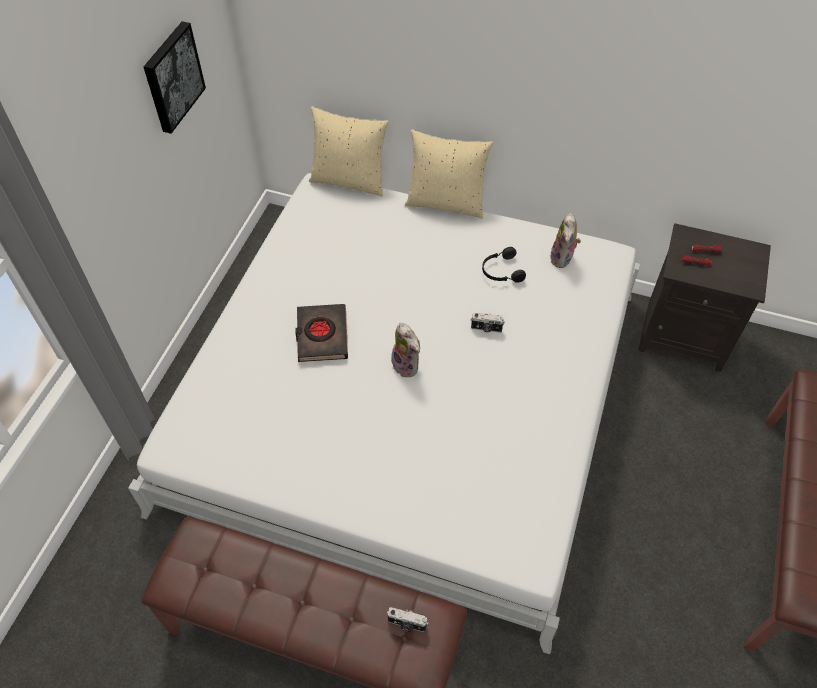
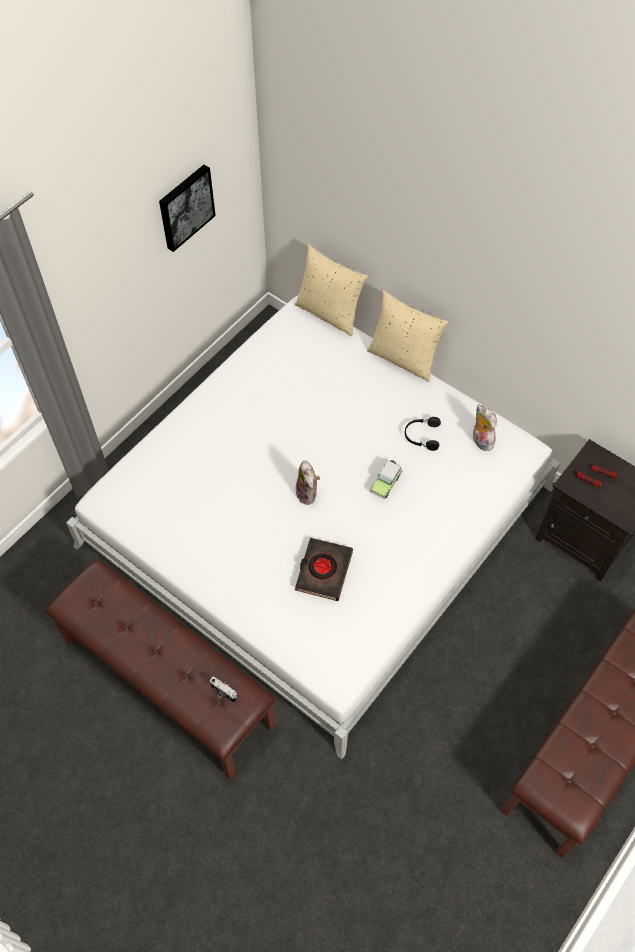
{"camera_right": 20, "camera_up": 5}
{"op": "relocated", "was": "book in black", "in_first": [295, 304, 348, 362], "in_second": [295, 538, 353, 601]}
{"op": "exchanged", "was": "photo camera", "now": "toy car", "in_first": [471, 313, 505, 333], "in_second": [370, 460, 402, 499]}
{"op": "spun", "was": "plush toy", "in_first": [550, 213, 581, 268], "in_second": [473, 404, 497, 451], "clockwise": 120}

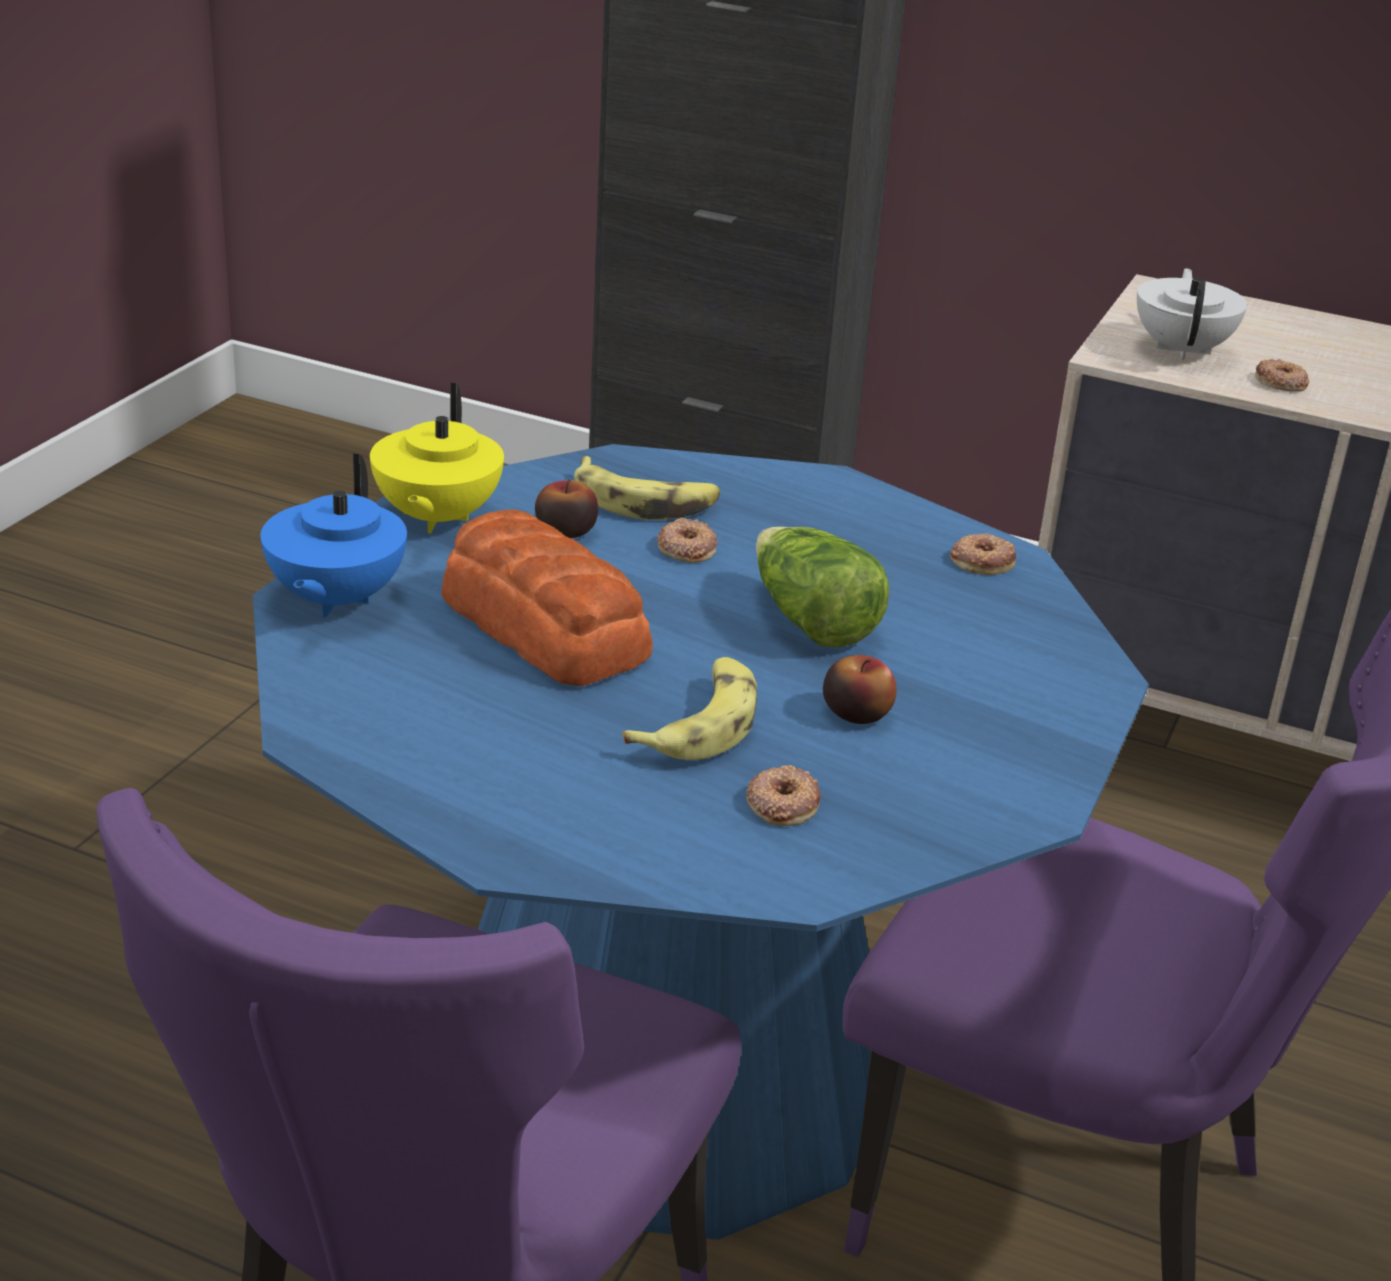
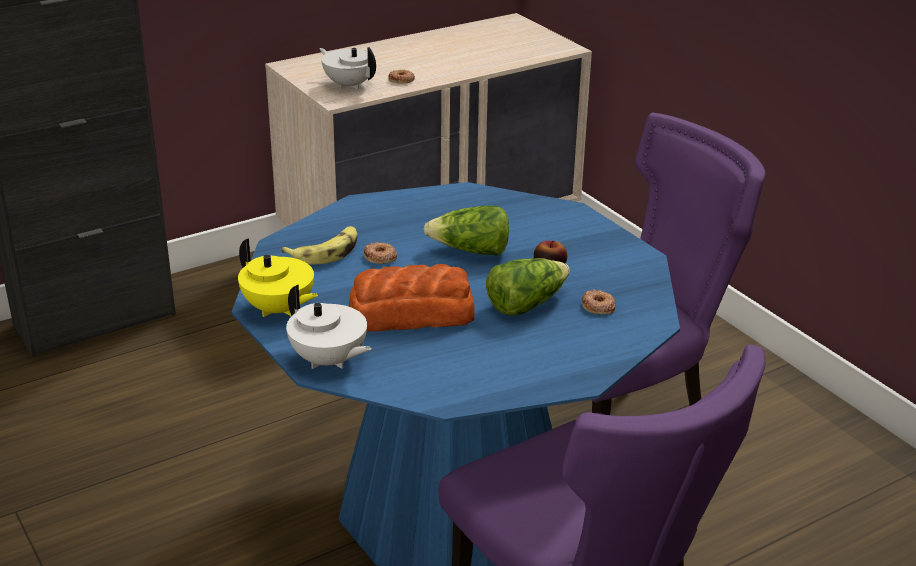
{"camera_right": -55, "camera_up": 0}
{"op": "missing", "was": "apple", "in_first": [535, 479, 598, 538]}
{"op": "missing", "was": "donut", "in_first": [950, 532, 1016, 575]}
{"op": "exchanged", "was": "banana", "now": "lettuce", "in_first": [622, 657, 757, 760], "in_second": [486, 258, 570, 316]}
{"op": "colour", "was": "teapot in blue", "now": "teapot in white", "in_first": [260, 453, 407, 617], "in_second": [286, 284, 372, 369]}

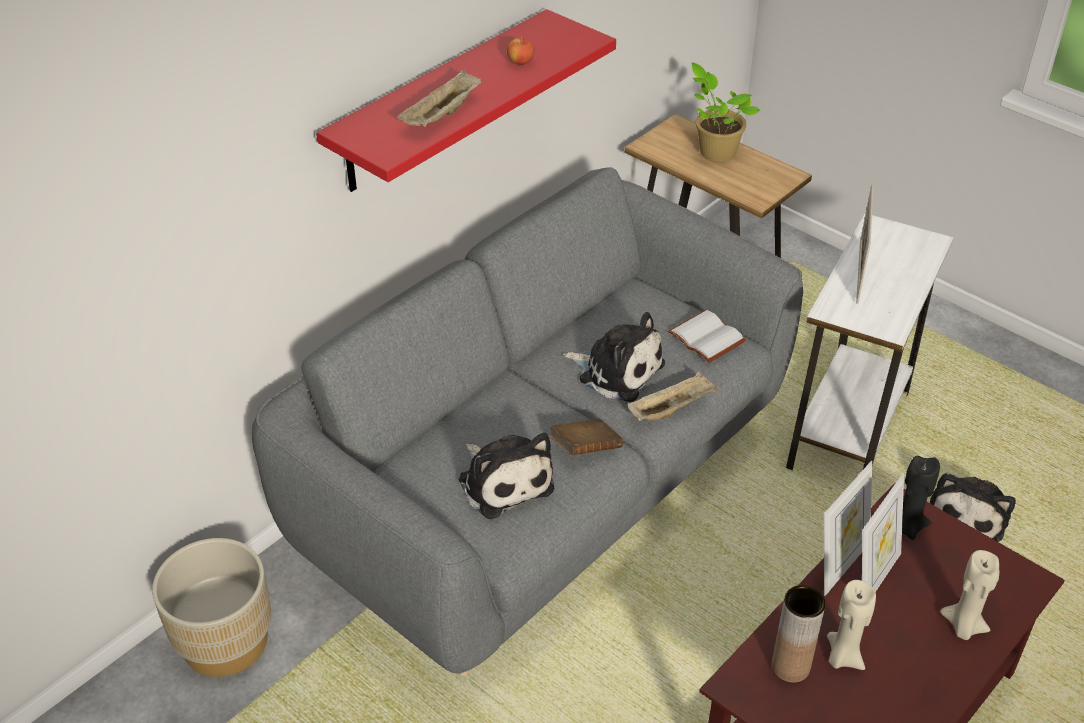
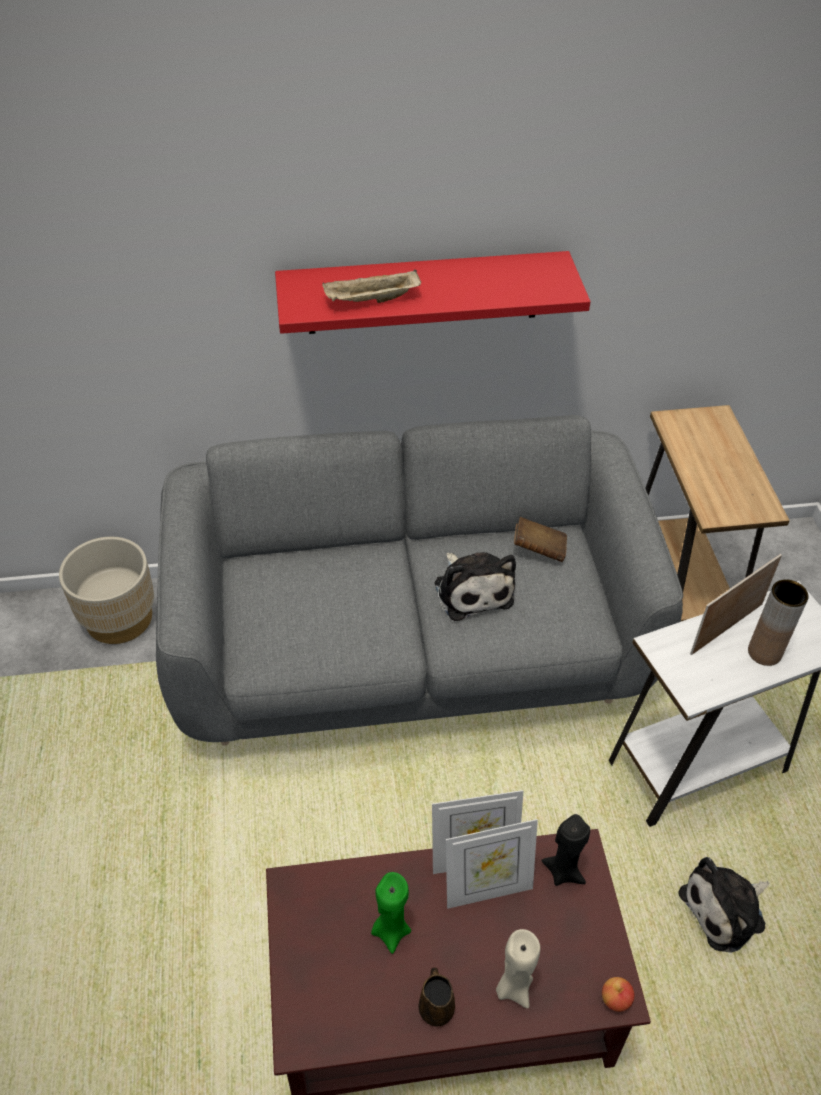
{"camera_right": 40, "camera_up": 5}
{"op": "missing", "was": "plush toy", "in_first": [459, 432, 554, 520]}
{"op": "missing", "was": "tray in beige", "in_first": [628, 372, 720, 421]}
{"op": "missing", "was": "book in white", "in_first": [668, 310, 747, 363]}
{"op": "missing", "was": "potted plant", "in_first": [691, 62, 760, 162]}
{"op": "appeared", "now": "mug in brown", "in_second": [418, 967, 455, 1026]}
{"op": "relocated", "was": "apple", "in_first": [507, 36, 535, 65], "in_second": [602, 977, 634, 1012]}
{"op": "relocated", "was": "book in brown", "in_first": [549, 419, 623, 455], "in_second": [514, 517, 567, 562]}
{"op": "relocated", "was": "vase in brown", "in_first": [772, 585, 825, 683], "in_second": [748, 579, 809, 666]}
{"op": "colour", "was": "candle in beige", "now": "candle in green", "in_first": [827, 580, 876, 670], "in_second": [371, 872, 411, 954]}

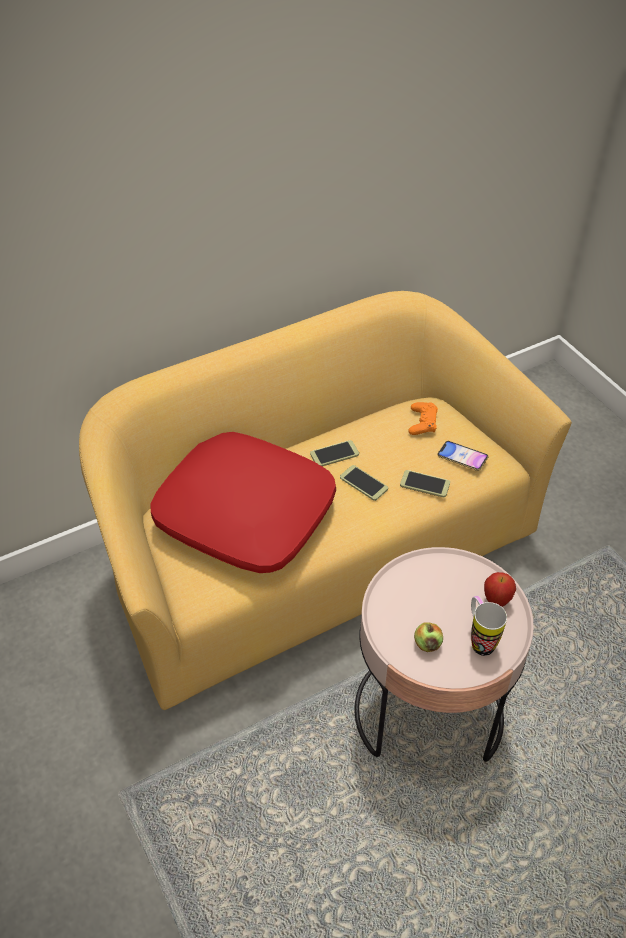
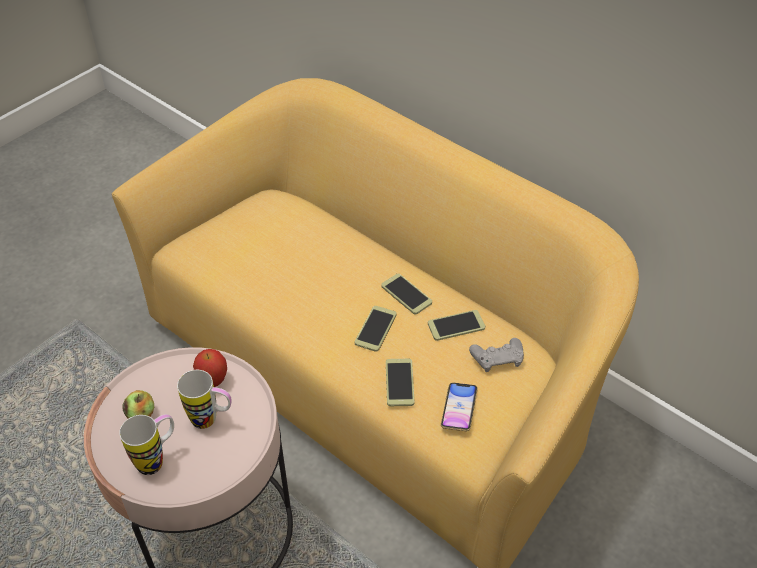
{"camera_right": 70, "camera_up": 0}
{"op": "missing", "was": "pillow in red", "in_first": [150, 432, 336, 573]}
{"op": "appeared", "now": "mug", "in_second": [177, 370, 232, 429]}
{"op": "appeared", "now": "phone", "in_second": [428, 310, 485, 341]}
{"op": "relocated", "was": "apple", "in_first": [484, 572, 516, 607], "in_second": [193, 349, 227, 387]}
{"op": "colour", "was": "game controller in orange", "now": "game controller in grey", "in_first": [408, 402, 438, 435], "in_second": [469, 338, 524, 372]}

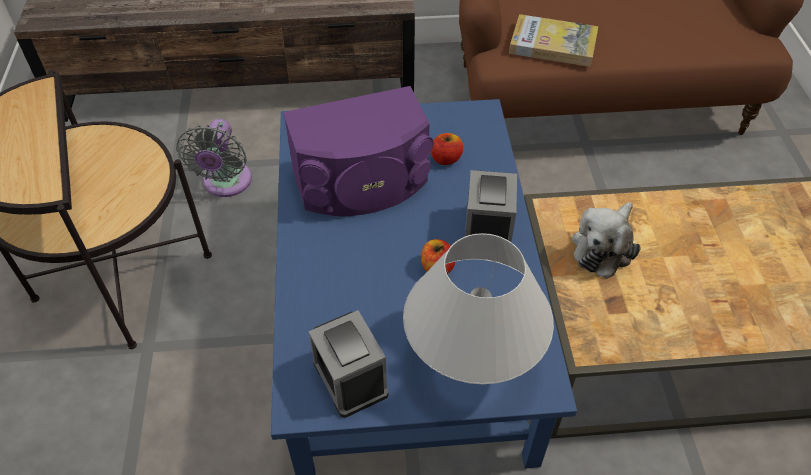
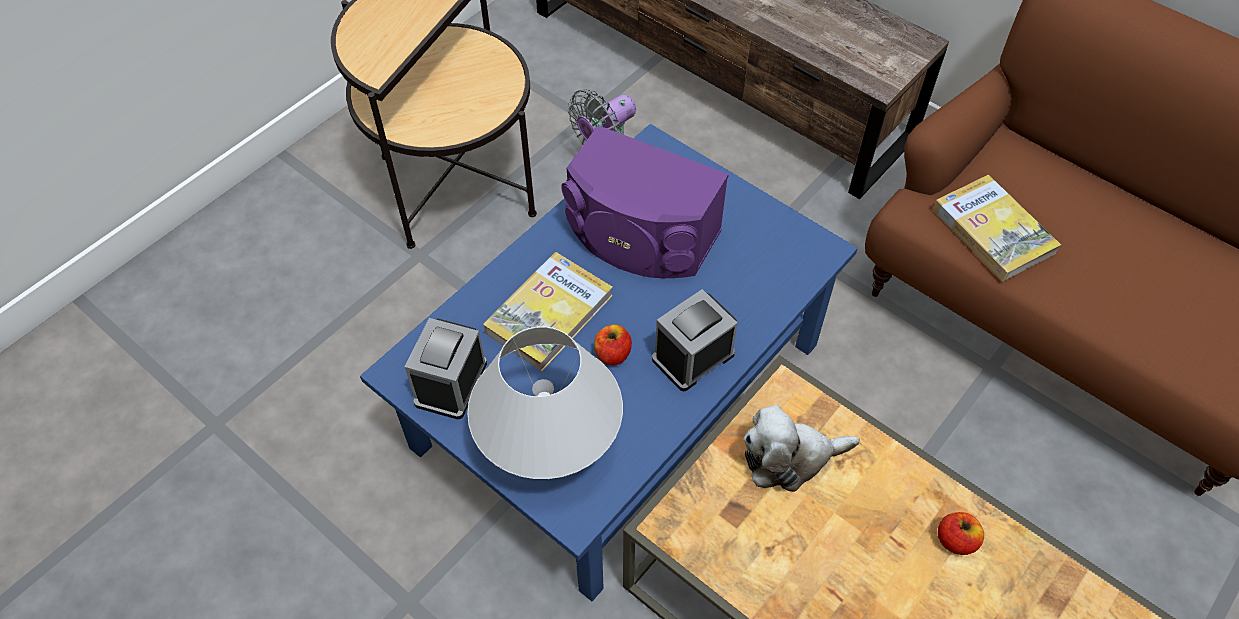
{"camera_right": 45, "camera_up": 5}
{"op": "appeared", "now": "book", "in_second": [483, 252, 613, 371]}
{"op": "relocated", "was": "apple", "in_first": [431, 133, 463, 165], "in_second": [938, 512, 984, 555]}

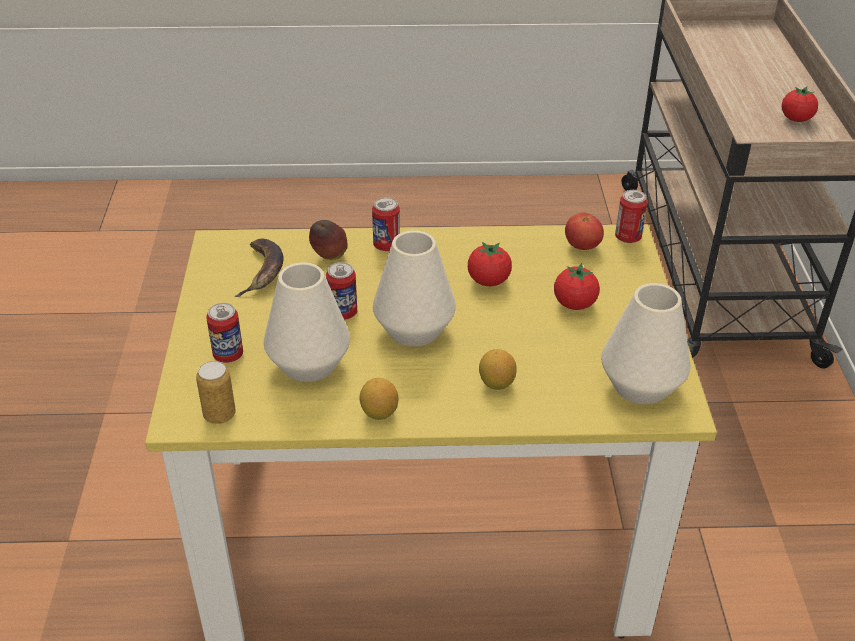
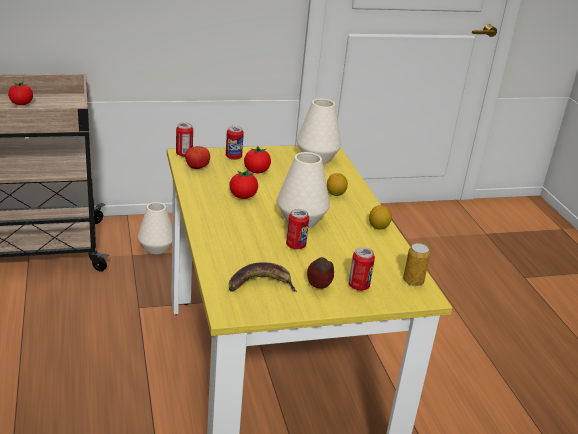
{"camera_right": -105, "camera_up": -10}
{"op": "relocated", "was": "vase in white", "in_first": [264, 262, 350, 382], "in_second": [138, 202, 172, 254]}
{"op": "relocated", "was": "apple", "in_first": [309, 220, 347, 260], "in_second": [307, 257, 334, 289]}
{"op": "relocated", "was": "can", "in_first": [372, 197, 400, 251], "in_second": [226, 126, 244, 160]}

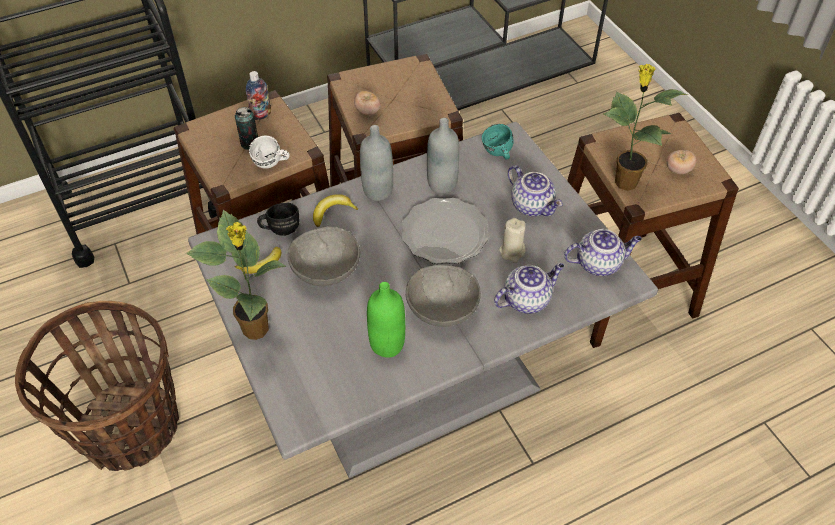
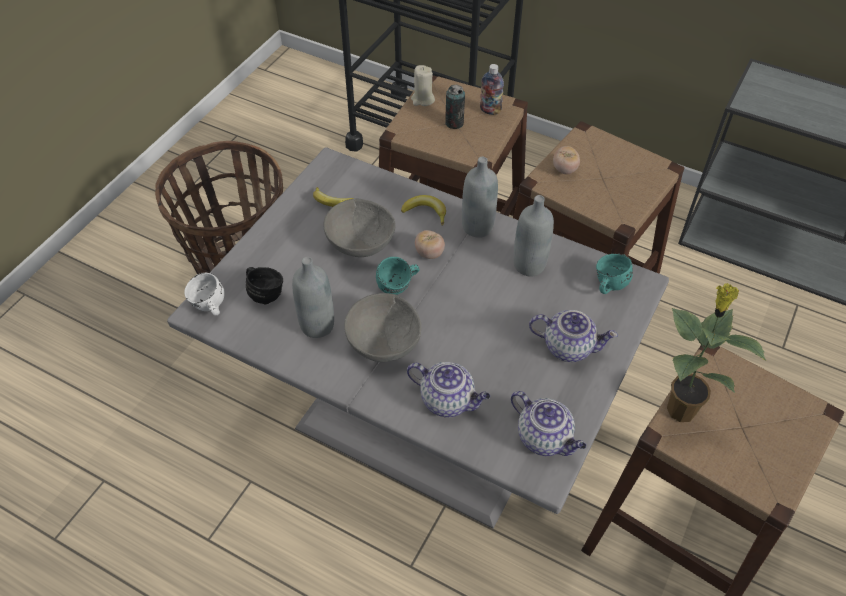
{"camera_right": 55, "camera_up": 0}
{"op": "missing", "was": "potted plant", "in_first": [186, 210, 287, 340]}
{"op": "missing", "was": "plate", "in_first": [402, 198, 489, 264]}
{"op": "appeared", "now": "mug in turquoise", "in_second": [376, 257, 419, 295]}
{"op": "relocated", "was": "mug in white", "in_first": [249, 135, 290, 168], "in_second": [184, 273, 225, 316]}
{"op": "relocated", "was": "mug in black", "in_first": [257, 203, 300, 236], "in_second": [246, 267, 283, 304]}
{"op": "relocated", "was": "candle in beige", "in_first": [499, 218, 525, 263], "in_second": [411, 65, 435, 106]}
{"op": "relocated", "was": "tomato", "in_first": [666, 150, 697, 174], "in_second": [415, 230, 445, 259]}
{"op": "colour", "was": "bottle in green", "now": "bottle in grey", "in_first": [367, 282, 405, 358], "in_second": [292, 257, 334, 338]}
{"op": "spun", "was": "teapot", "in_first": [508, 165, 563, 216], "in_second": [529, 310, 618, 362], "clockwise": -90}

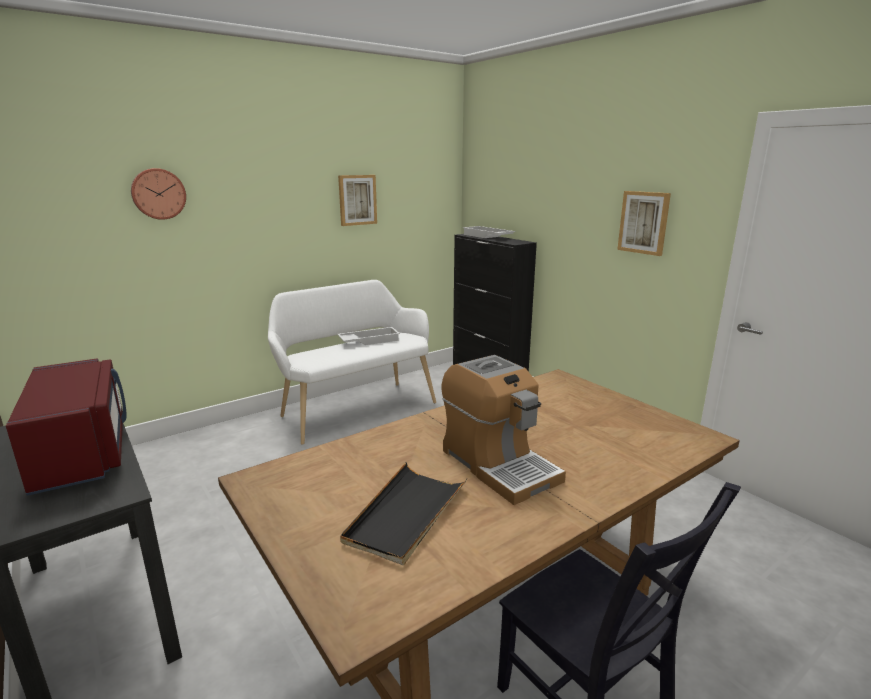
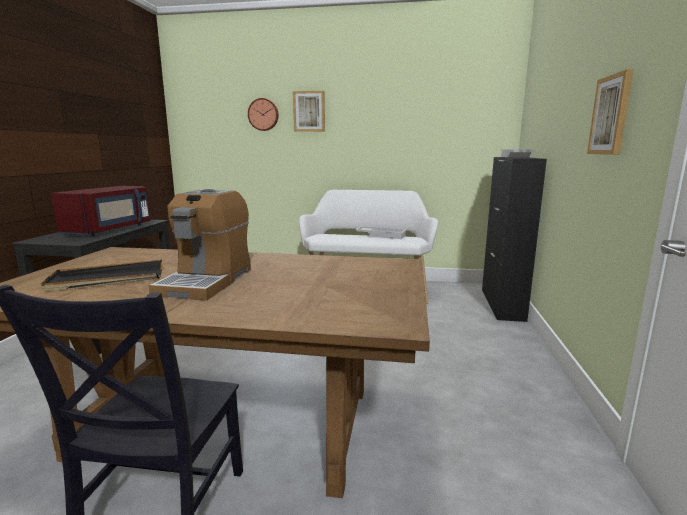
{"camera_right": 45, "camera_up": -5}
{"op": "relocated", "was": "picture", "in_first": [338, 175, 377, 226], "in_second": [293, 91, 325, 132]}

